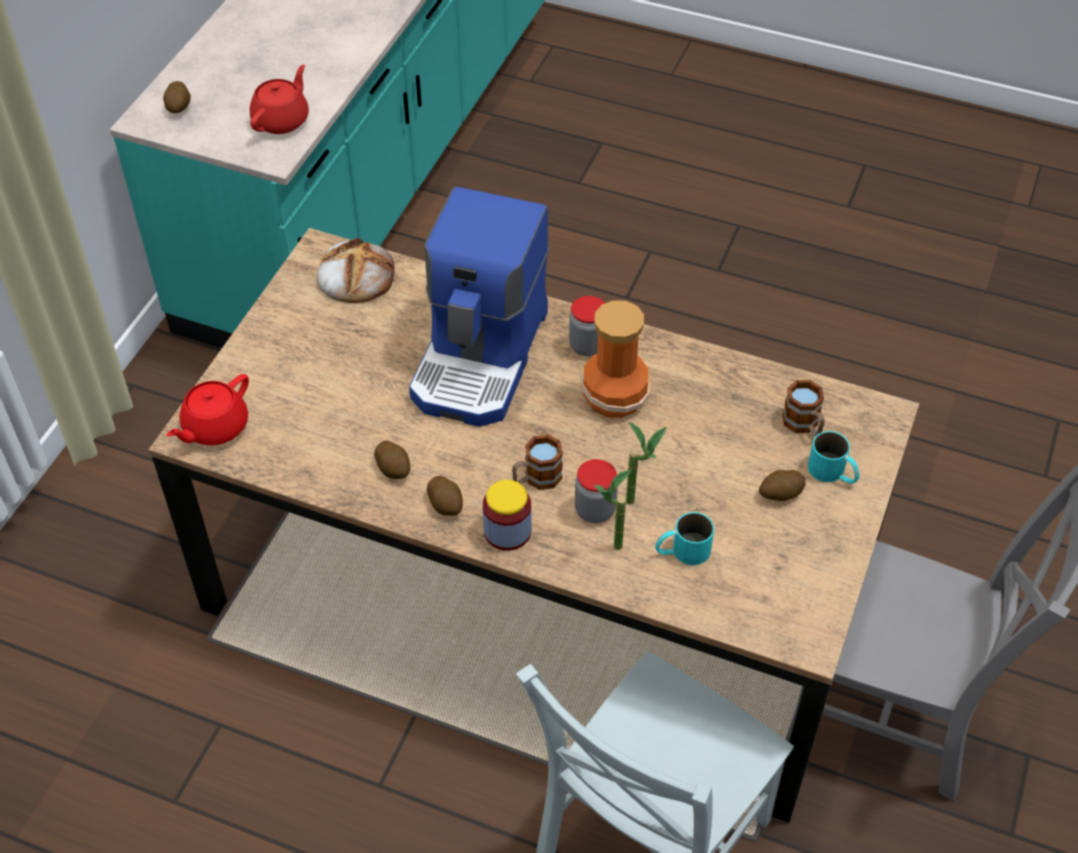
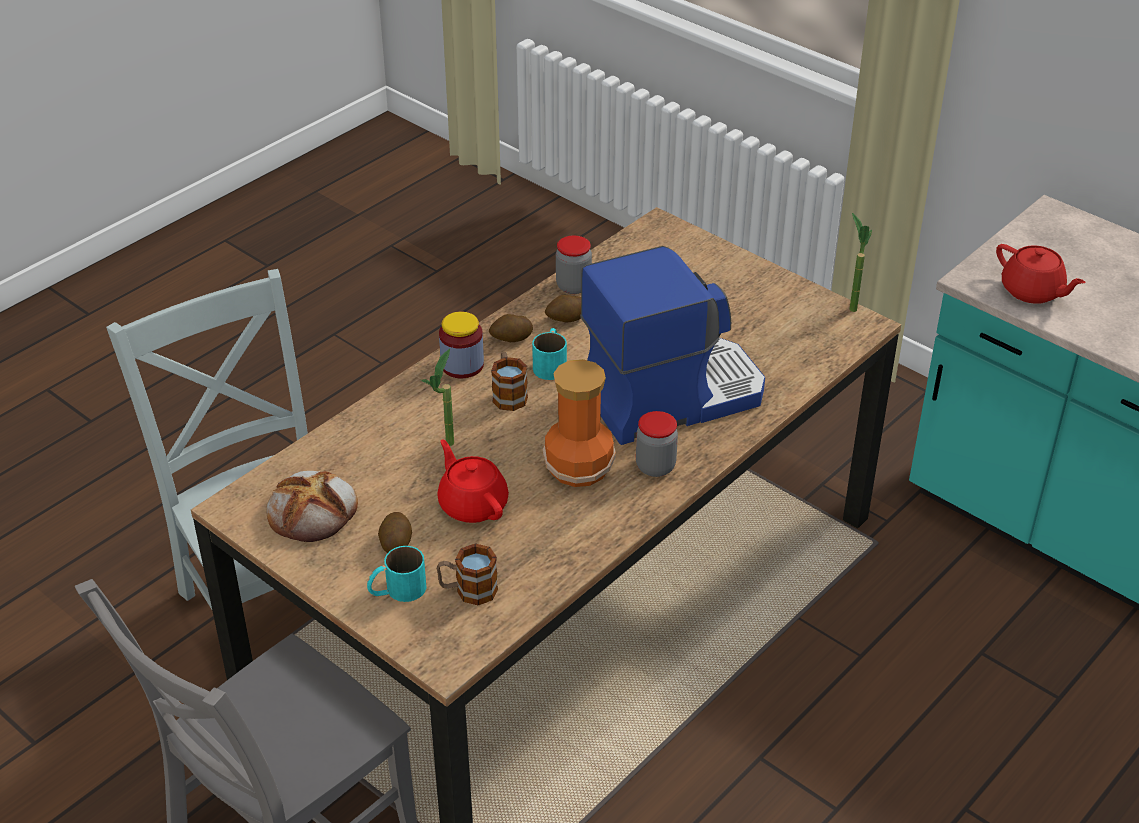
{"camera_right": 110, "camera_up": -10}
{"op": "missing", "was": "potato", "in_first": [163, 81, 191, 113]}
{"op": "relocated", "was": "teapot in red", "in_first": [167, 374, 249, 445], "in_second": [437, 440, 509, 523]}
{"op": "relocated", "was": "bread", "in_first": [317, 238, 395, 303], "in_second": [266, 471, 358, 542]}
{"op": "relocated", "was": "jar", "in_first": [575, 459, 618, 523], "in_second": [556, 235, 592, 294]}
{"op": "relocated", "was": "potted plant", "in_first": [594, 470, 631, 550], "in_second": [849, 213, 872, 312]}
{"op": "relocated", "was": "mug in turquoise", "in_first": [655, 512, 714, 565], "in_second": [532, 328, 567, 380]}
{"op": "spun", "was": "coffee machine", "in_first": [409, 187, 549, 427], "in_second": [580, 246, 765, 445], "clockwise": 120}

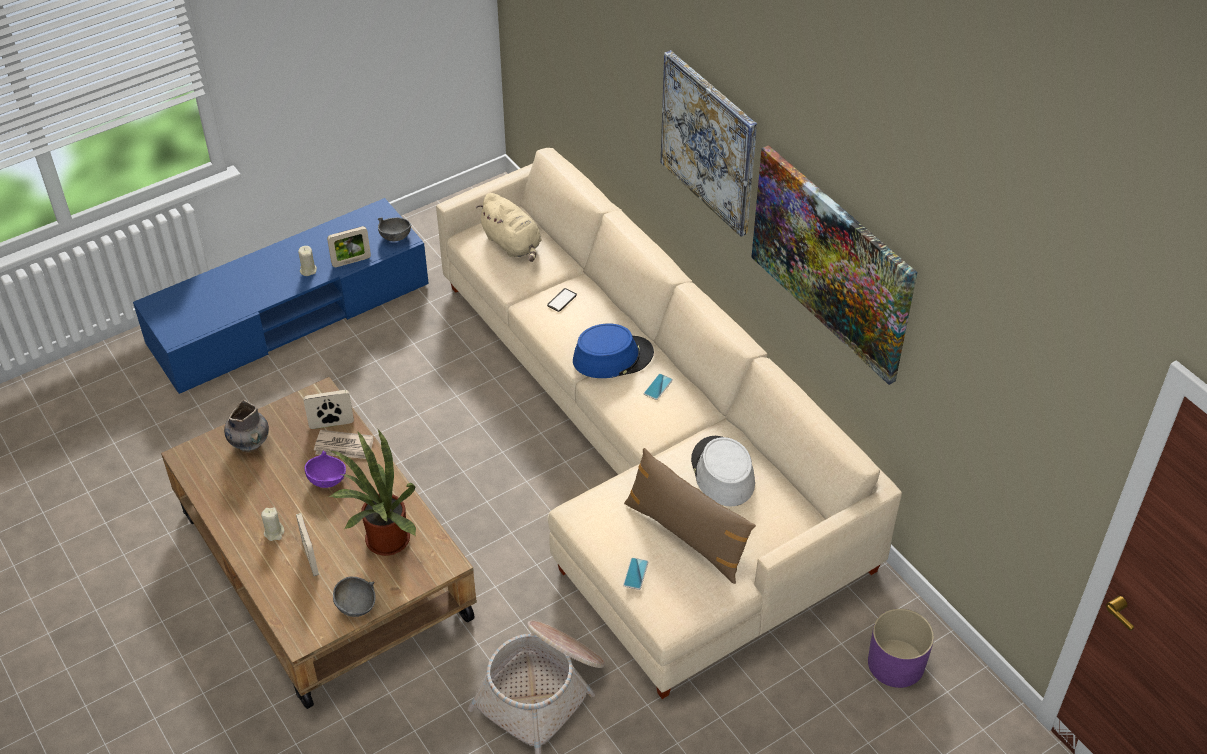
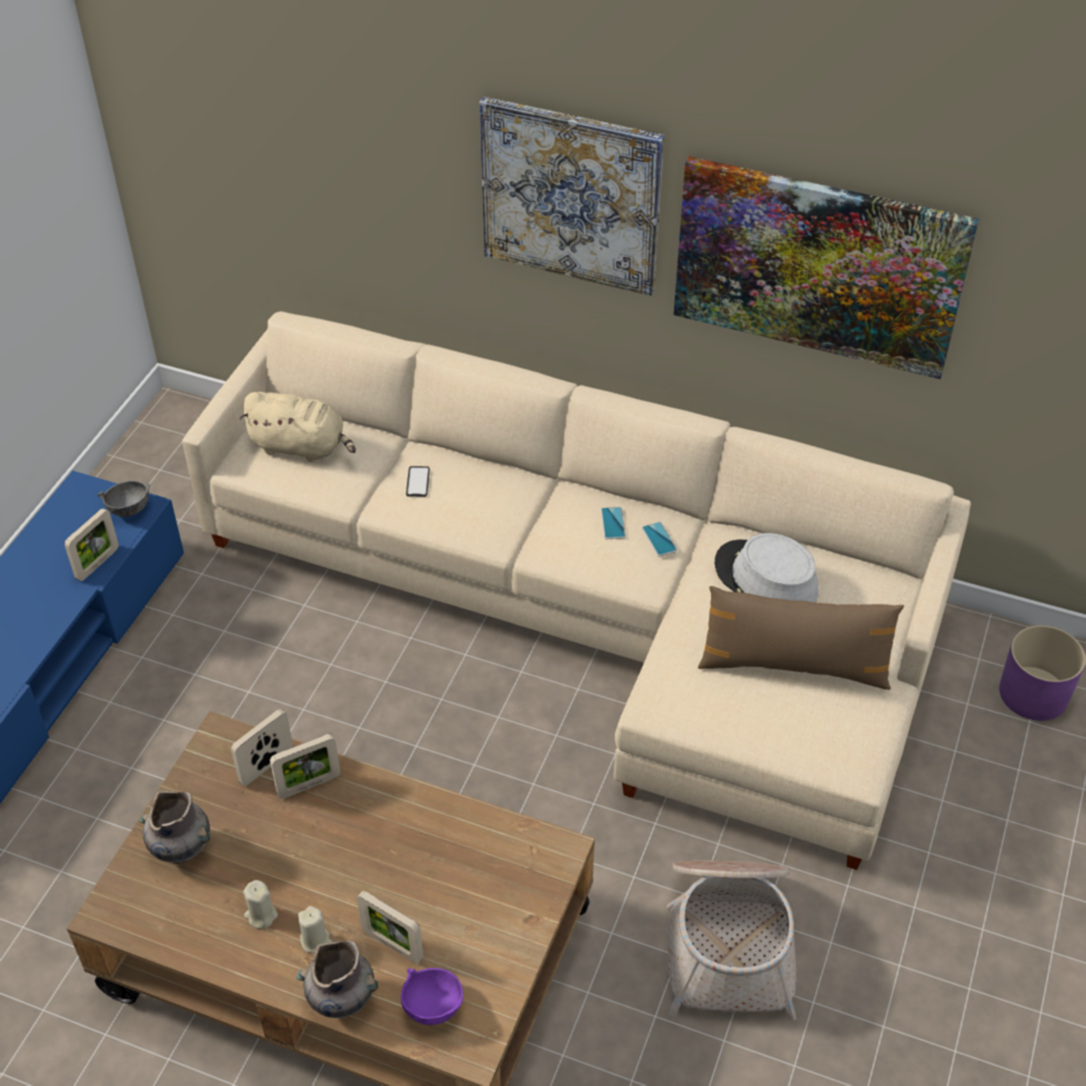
{"camera_right": -35, "camera_up": 0}
{"op": "missing", "was": "potted plant", "in_first": [329, 429, 416, 556]}
{"op": "missing", "was": "bowl in grey", "in_first": [333, 576, 376, 617]}
{"op": "missing", "was": "hat in blue", "in_first": [573, 323, 654, 378]}
{"op": "appeared", "now": "vase in grey", "in_second": [296, 941, 378, 1018]}
{"op": "relocated", "was": "candle in beige", "in_first": [298, 246, 317, 276], "in_second": [243, 880, 278, 929]}
{"op": "relocated", "was": "bowl in purple", "in_first": [305, 451, 346, 488], "in_second": [401, 968, 463, 1025]}
{"op": "relocated", "was": "phone", "in_first": [623, 558, 648, 590], "in_second": [642, 522, 677, 557]}
{"op": "exchanged", "was": "newspaper", "now": "picture frame", "in_first": [314, 430, 373, 459], "in_second": [270, 734, 341, 799]}

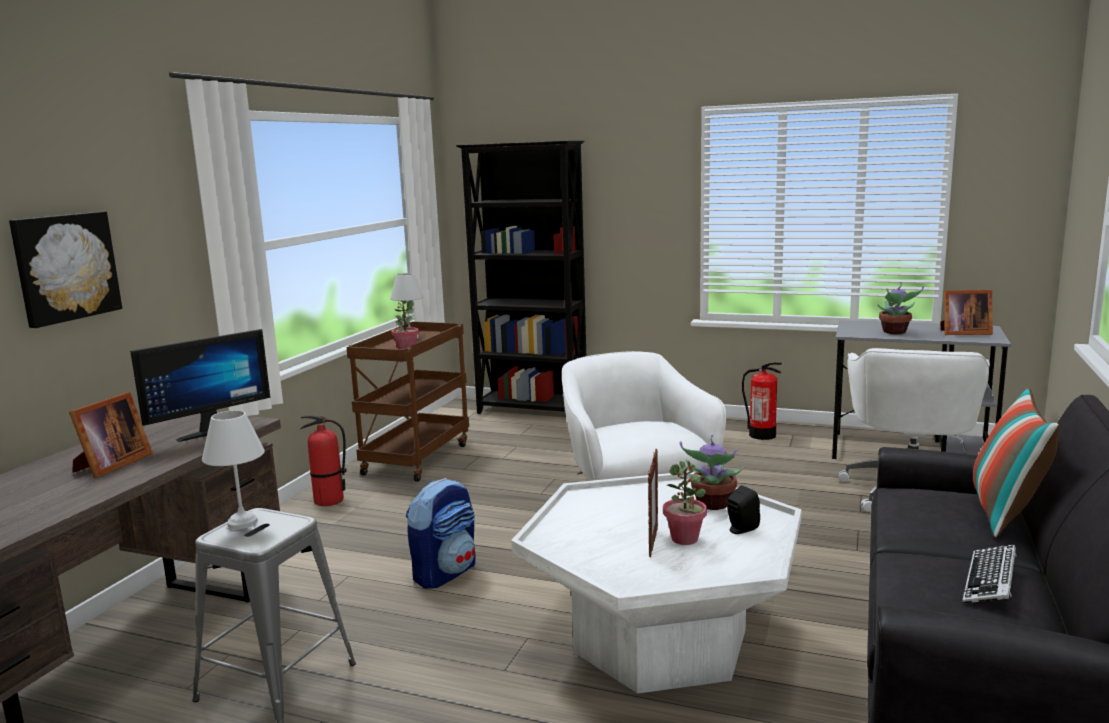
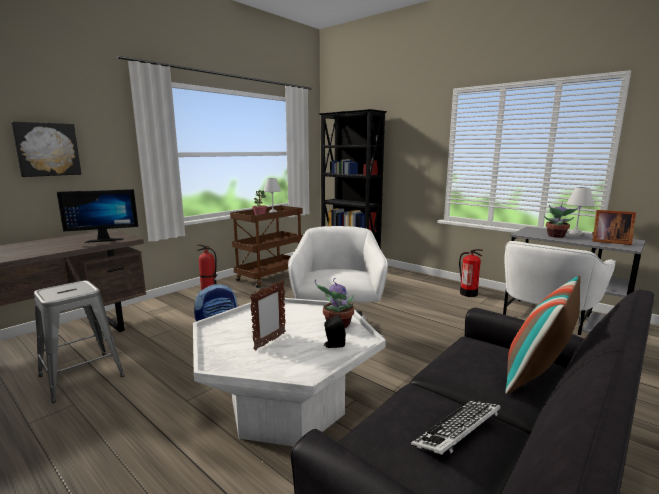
{"camera_right": 20, "camera_up": 0}
{"op": "missing", "was": "picture frame", "in_first": [69, 392, 153, 478]}
{"op": "missing", "was": "potted plant", "in_first": [663, 461, 707, 545]}
{"op": "relocated", "was": "table lamp in white", "in_first": [202, 410, 265, 529], "in_second": [566, 187, 594, 235]}

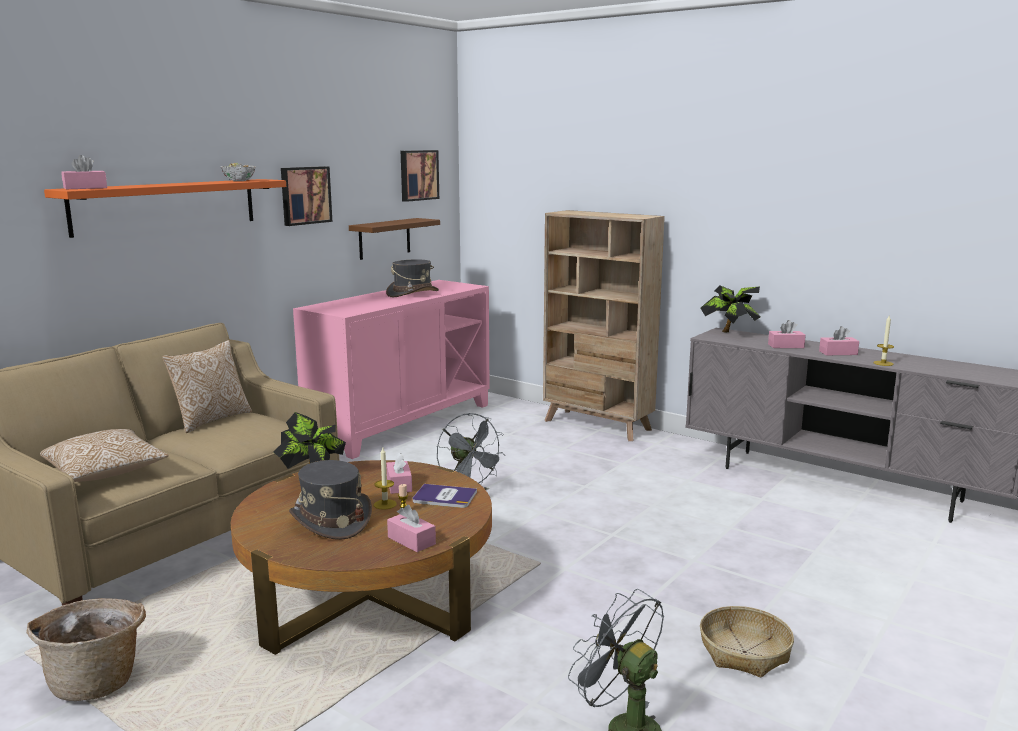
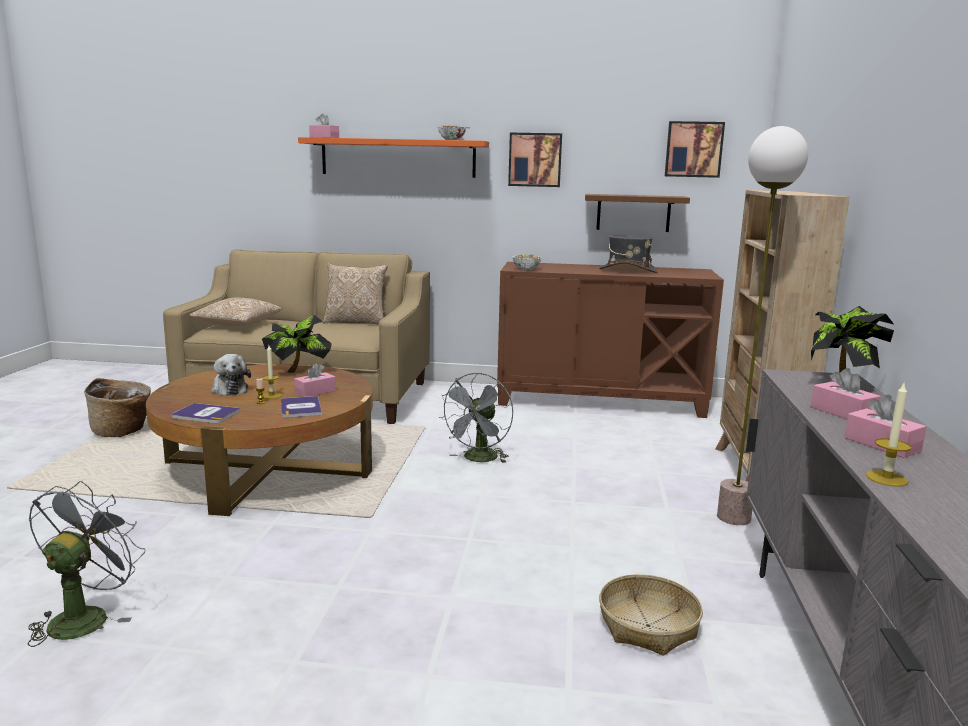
{"camera_right": 60, "camera_up": 0}
{"op": "appeared", "now": "bowl", "in_second": [512, 254, 542, 270]}
{"op": "appeared", "now": "floor lamp", "in_second": [717, 126, 808, 525]}
{"op": "relocated", "was": "basket", "in_first": [700, 606, 794, 677], "in_second": [599, 574, 703, 656]}
{"op": "exchanged", "was": "hat in grey", "now": "plush toy", "in_first": [289, 460, 372, 540], "in_second": [211, 354, 251, 396]}
{"op": "exchanged", "was": "tissue box in pink", "now": "book", "in_first": [387, 505, 436, 552], "in_second": [172, 403, 241, 423]}
{"op": "colour", "was": "cabinet in pink", "now": "cabinet in brown", "in_first": [293, 280, 489, 459], "in_second": [497, 262, 724, 418]}

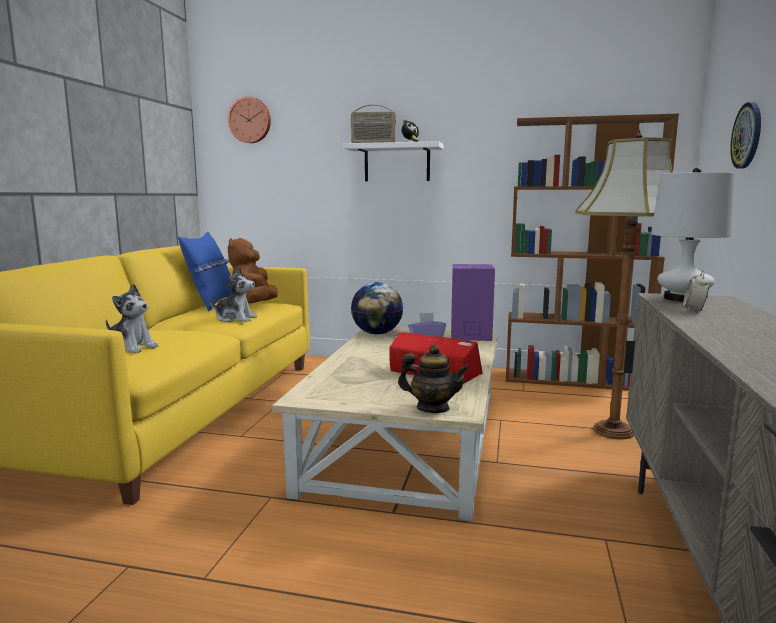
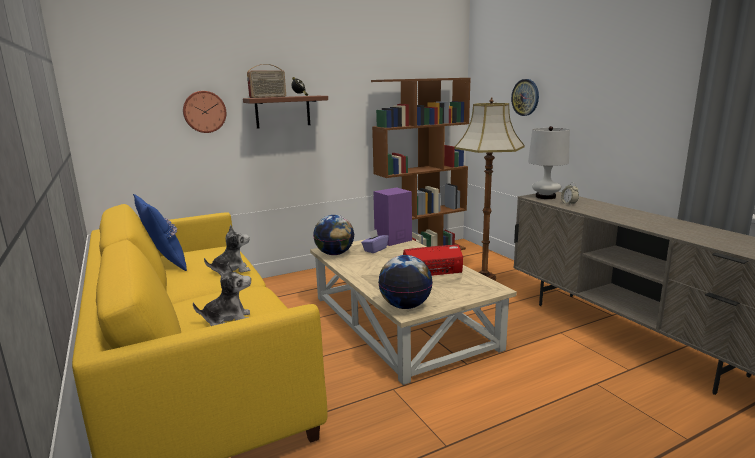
{"camera_right": -40, "camera_up": 5}
{"op": "missing", "was": "plush toy in brown", "in_first": [227, 238, 278, 304]}
{"op": "missing", "was": "teapot", "in_first": [398, 345, 470, 413]}
{"op": "appeared", "now": "globe", "in_second": [378, 255, 432, 309]}
{"op": "relocated", "was": "wall clock", "in_first": [228, 97, 271, 143], "in_second": [183, 91, 226, 133]}
{"op": "colour", "was": "shelf in white", "now": "shelf in brown", "in_first": [343, 141, 444, 181], "in_second": [243, 96, 328, 129]}

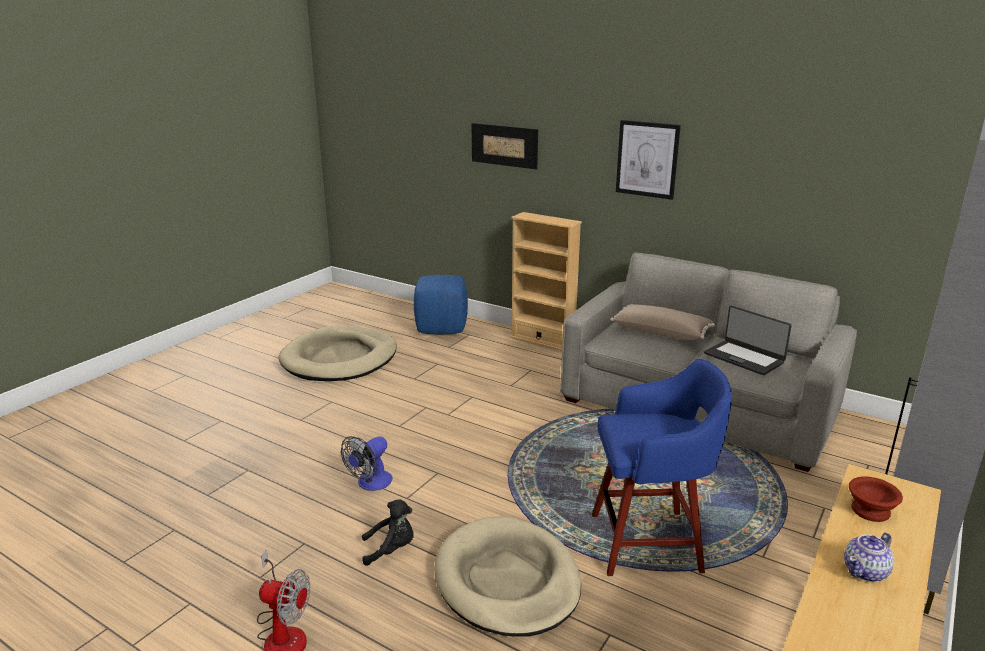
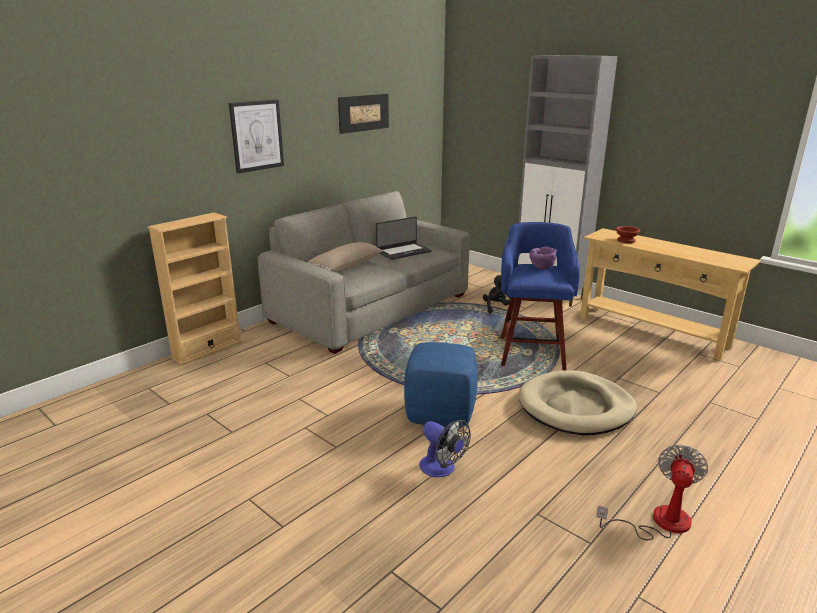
{"camera_right": -80, "camera_up": 0}
{"op": "missing", "was": "dog bed in beige", "in_first": [279, 325, 397, 381]}
{"op": "missing", "was": "teapot", "in_first": [844, 533, 894, 582]}
{"op": "appeared", "now": "bowl in purple", "in_second": [529, 246, 557, 269]}
{"op": "relocated", "was": "plush toy in black", "in_first": [362, 500, 414, 566], "in_second": [483, 275, 511, 313]}
{"op": "relocated", "was": "ottoman in blue", "in_first": [414, 275, 468, 334], "in_second": [404, 342, 478, 427]}
{"op": "relocated", "was": "picture", "in_first": [472, 123, 538, 170], "in_second": [338, 94, 389, 134]}

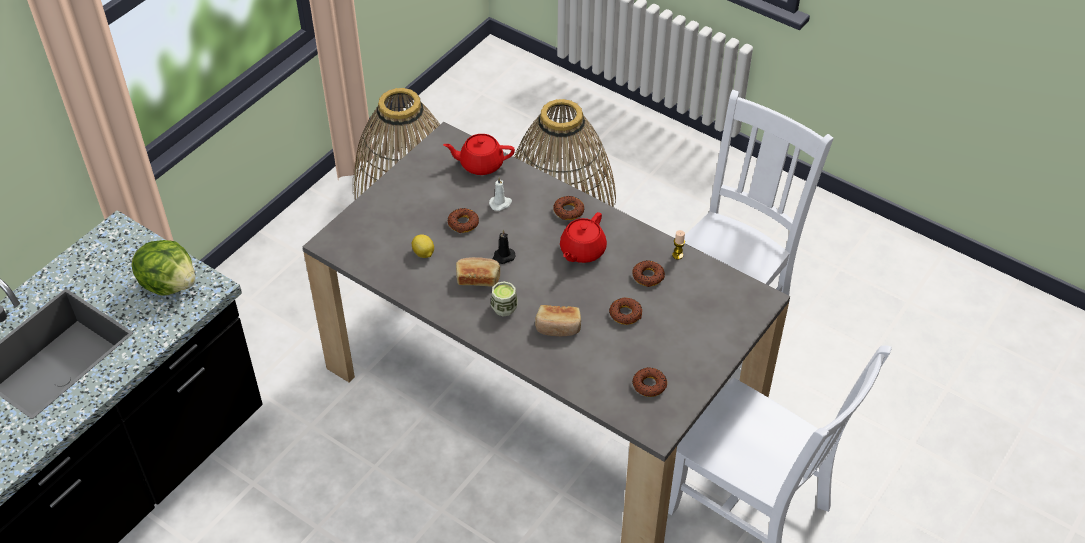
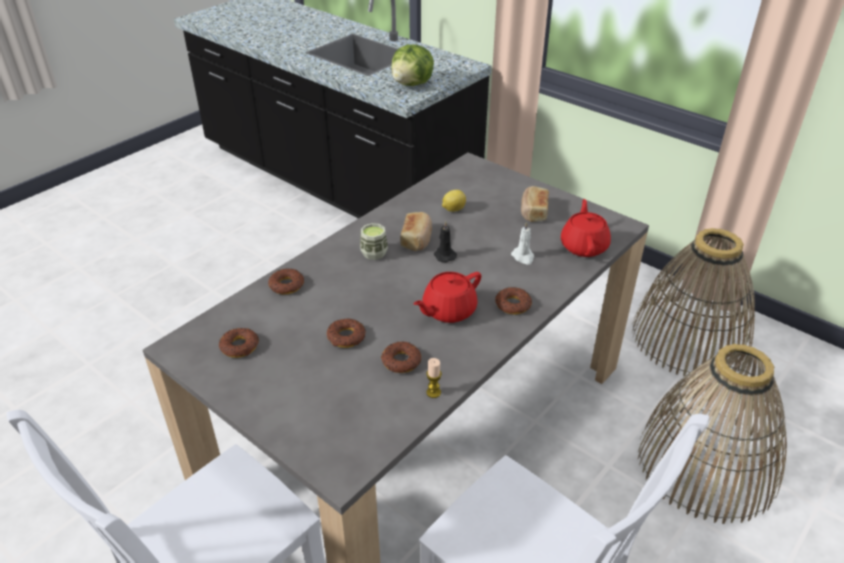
{"camera_right": 95, "camera_up": -10}
{"op": "relocated", "was": "donut", "in_first": [448, 208, 479, 233], "in_second": [268, 268, 304, 294]}
{"op": "relocated", "was": "bread", "in_first": [535, 305, 581, 336], "in_second": [521, 186, 549, 222]}
{"op": "spun", "was": "teapot in red", "in_first": [560, 212, 607, 263], "in_second": [413, 272, 481, 323], "clockwise": -75}

